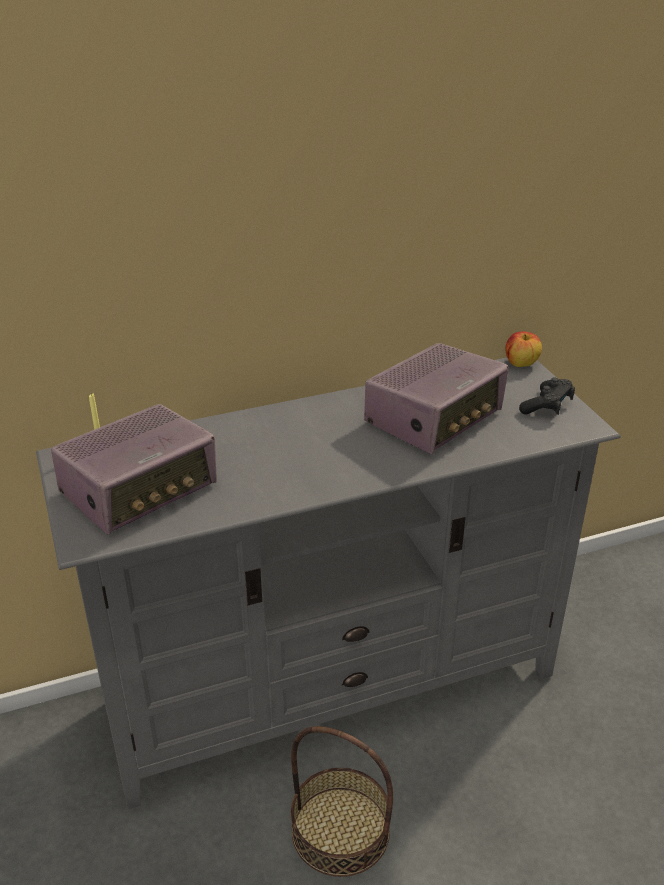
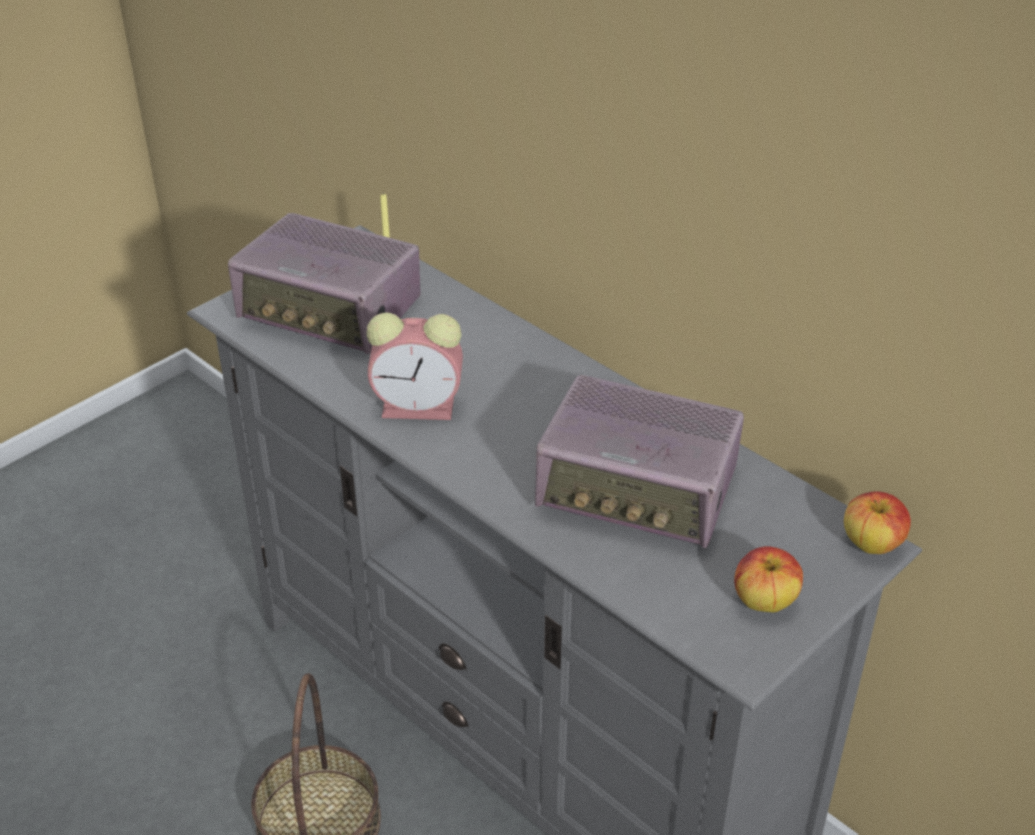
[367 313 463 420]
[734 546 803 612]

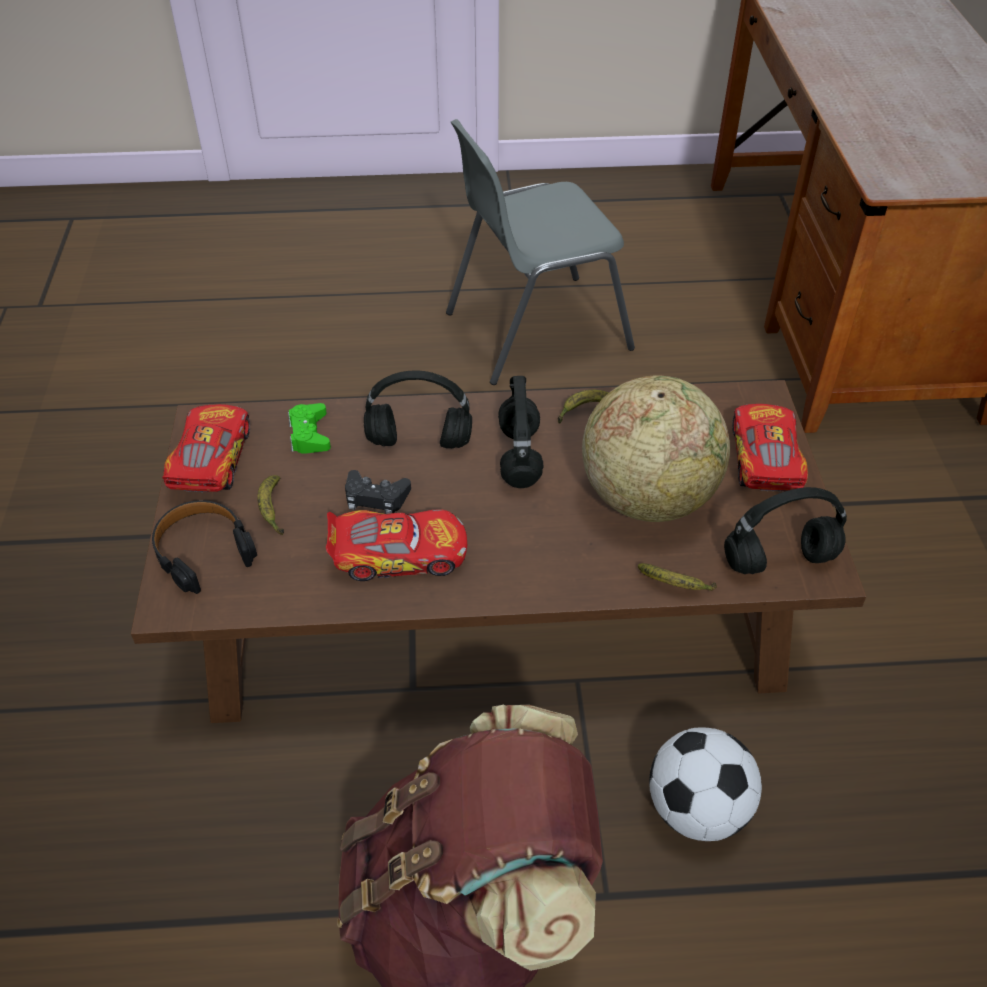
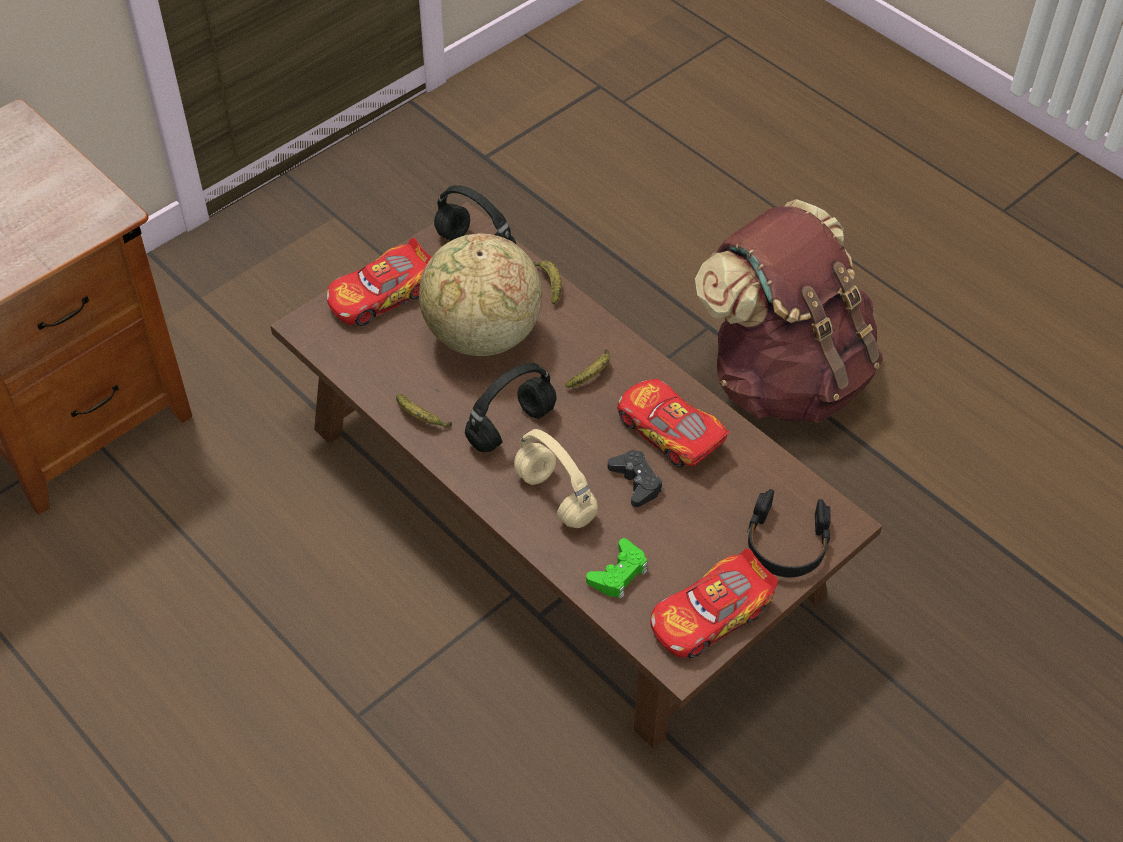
[446 119 635 385] (first image)
[649 727 762 841] (first image)
[565 349 610 388]
[514 429 598 528]

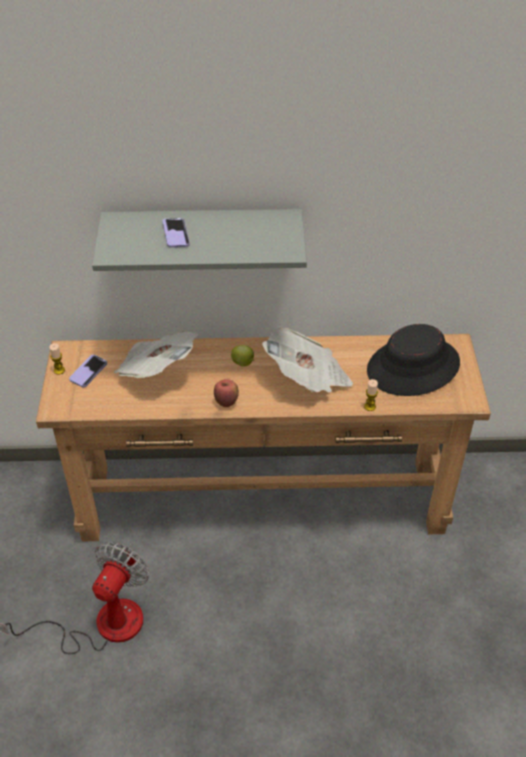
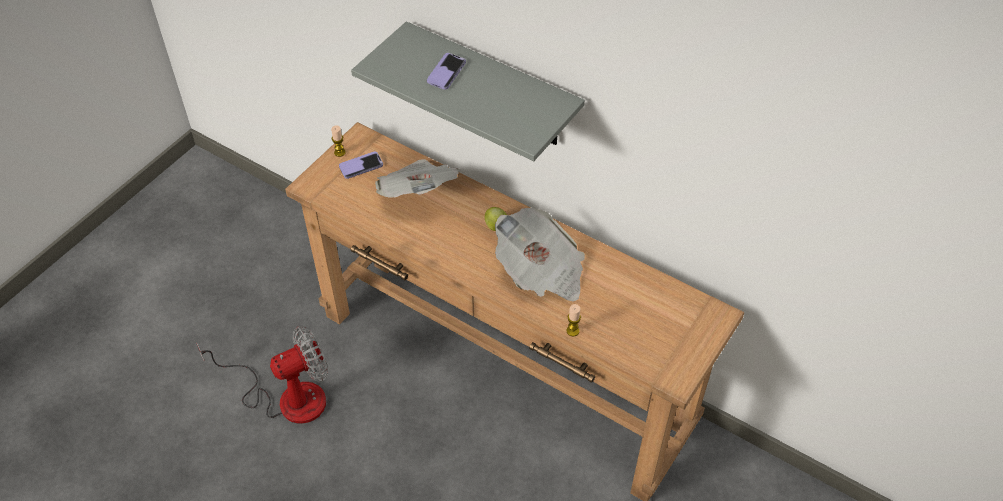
[214 379 239 407] (first image)
[367 324 460 396] (first image)

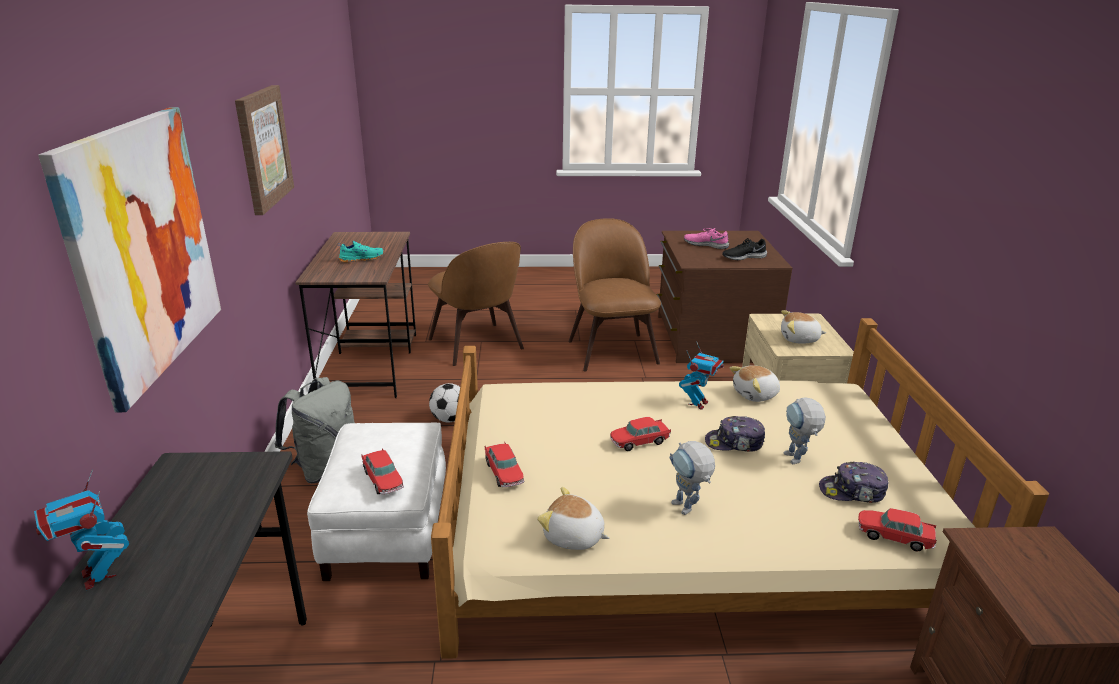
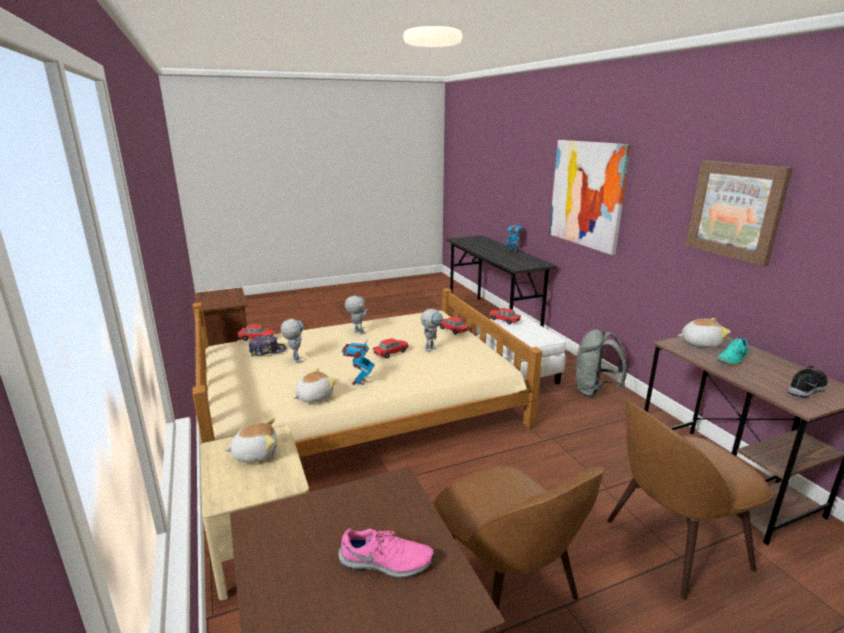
[429 383 460 422] (first image)
[705 416 765 452] (first image)
[421 309 444 352]
[678 318 731 348]
[787 366 828 398]
[607 401 772 600]

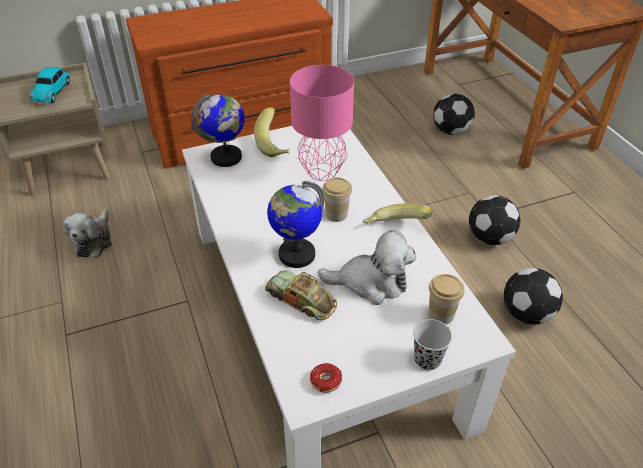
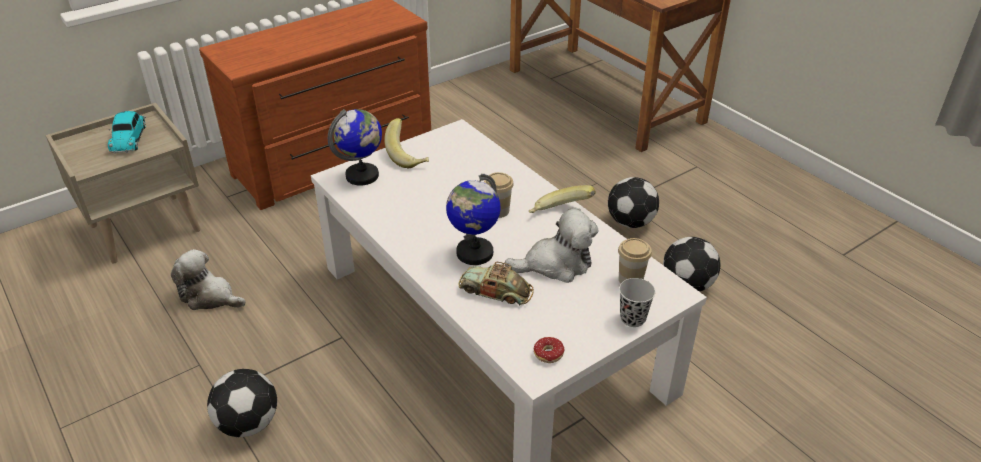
[290 65 354 181] (first image)
[207 369 277 437]
[171 249 246 310]

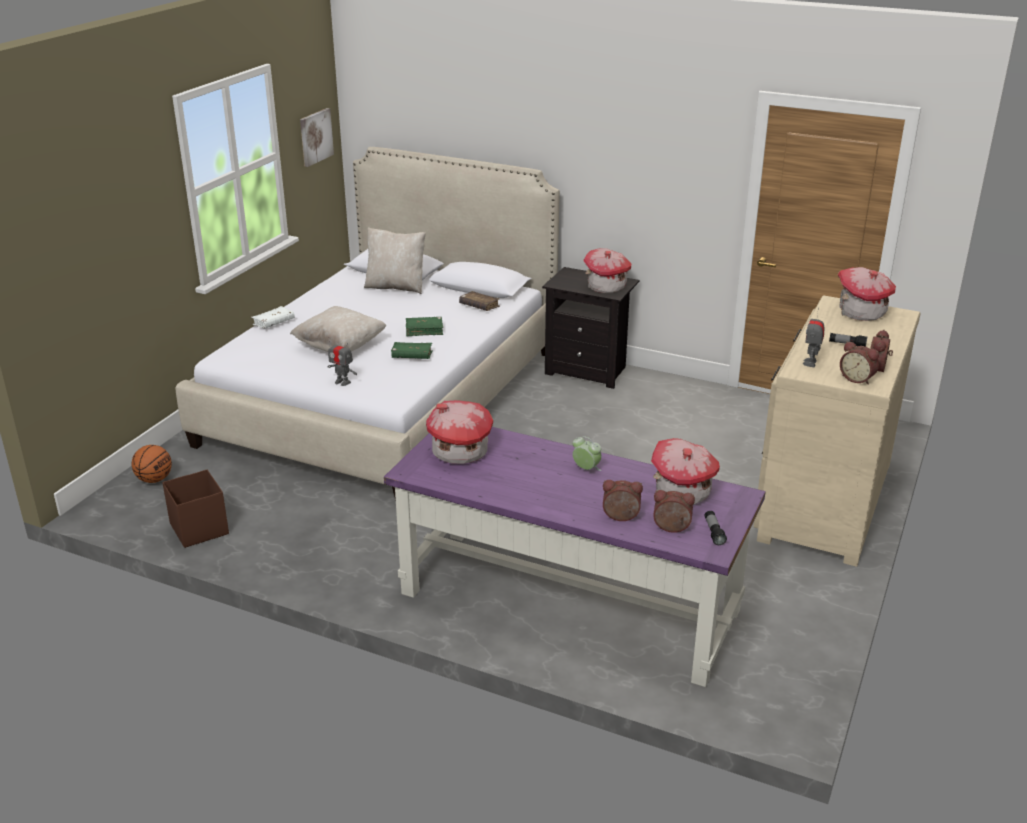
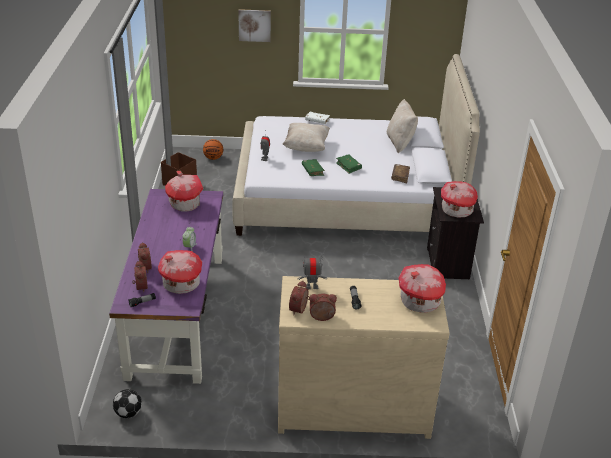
[113 389 142 418]
[238 9 271 42]

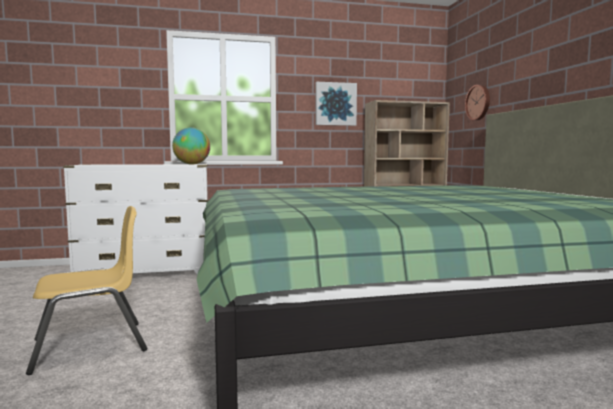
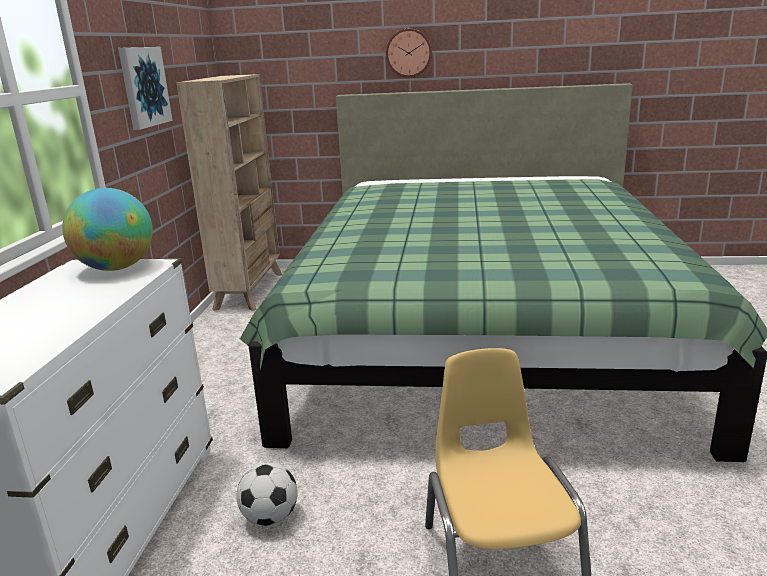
[236 463 298 526]
[386 28 432 77]

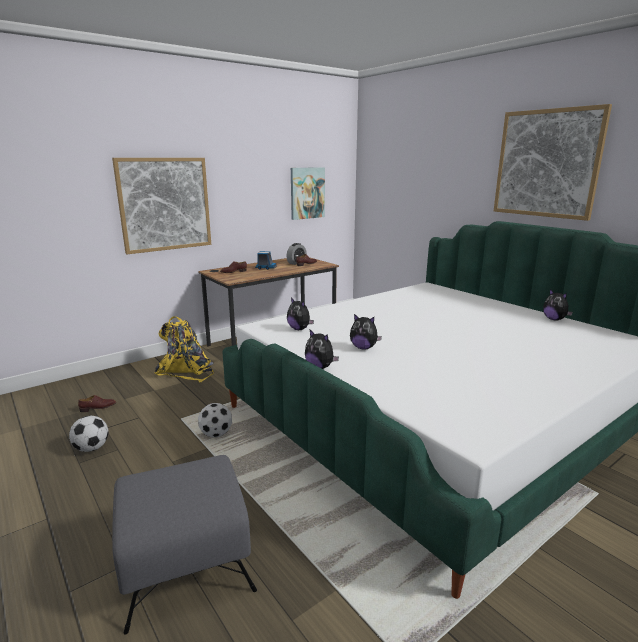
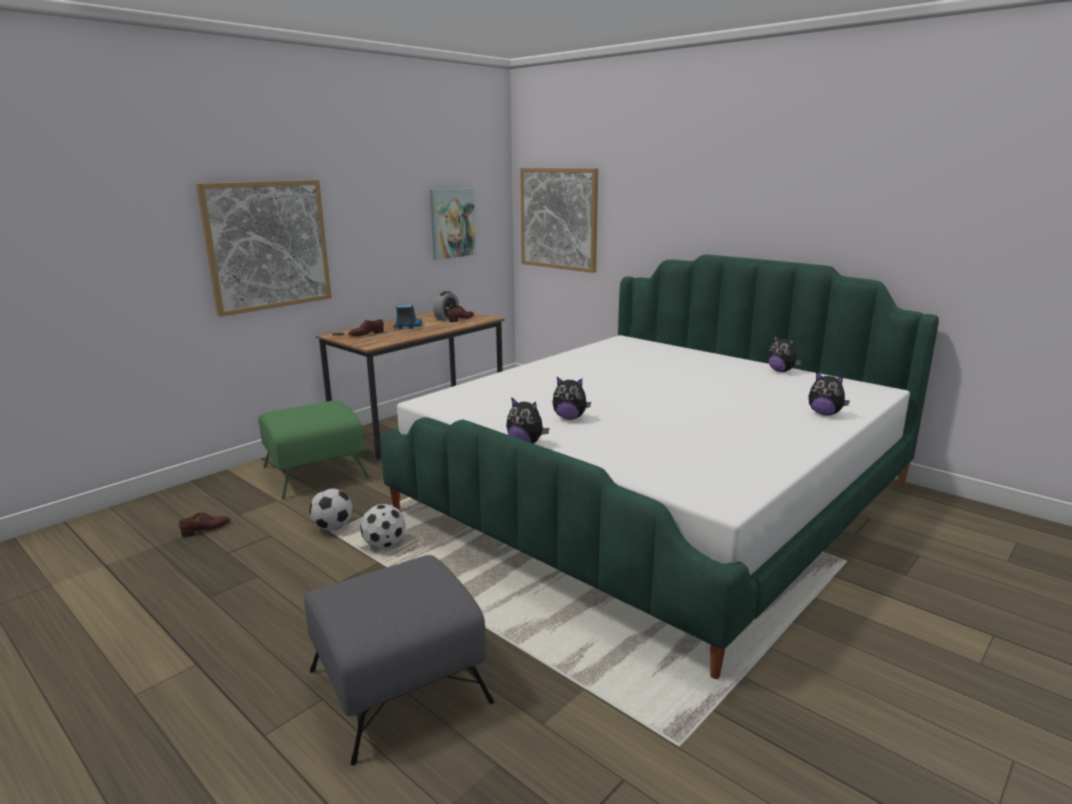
[309 488 353 530]
[809 371 850 416]
[520 168 598 273]
[258 400 370 499]

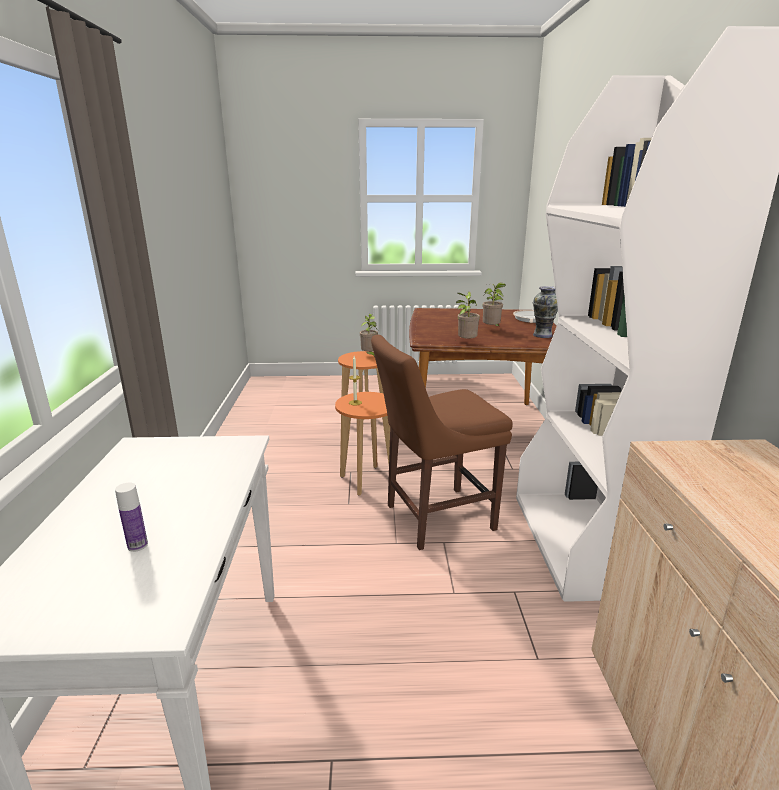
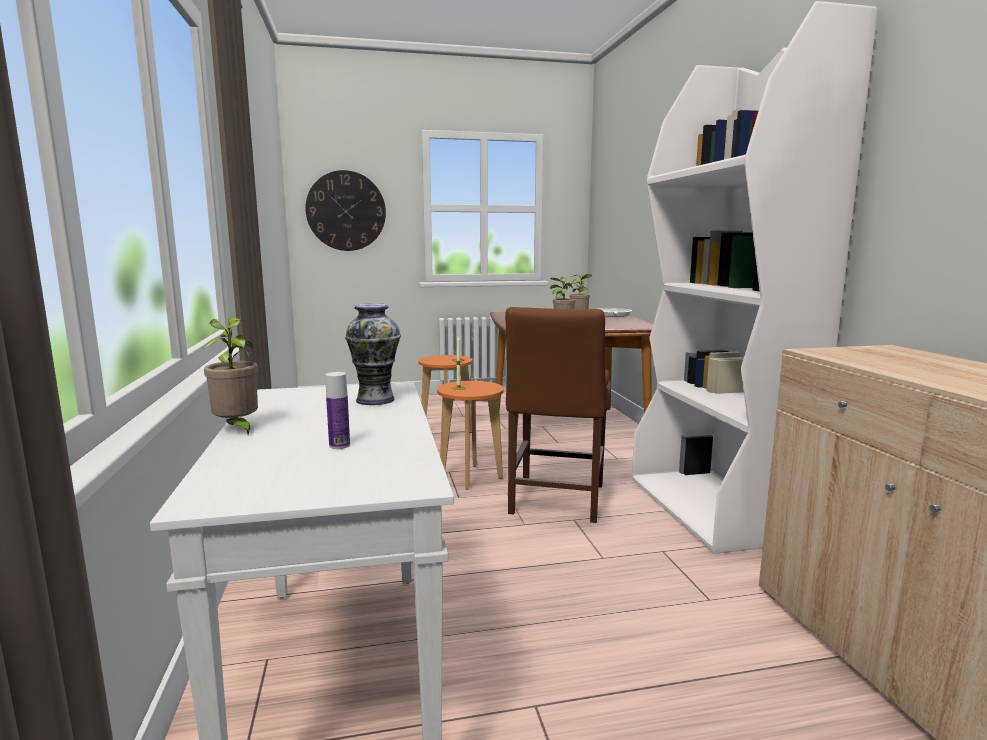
[305 170 386 251]
[202 317 258 435]
[345 303 401 405]
[505 307 611 523]

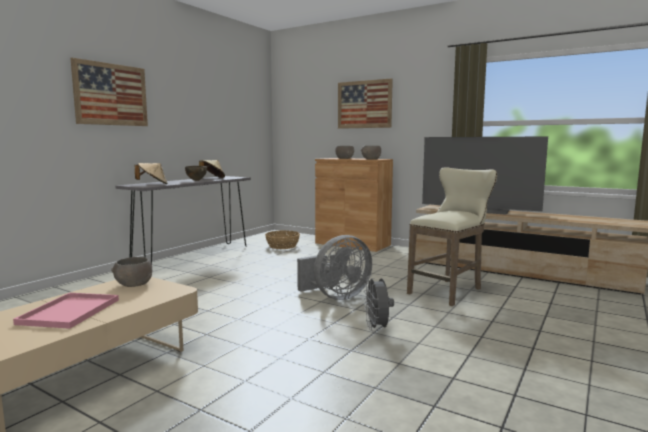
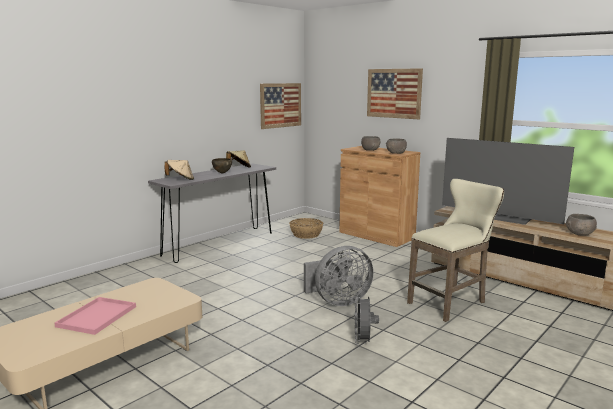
[260 83 301 129]
[565 214 597 236]

